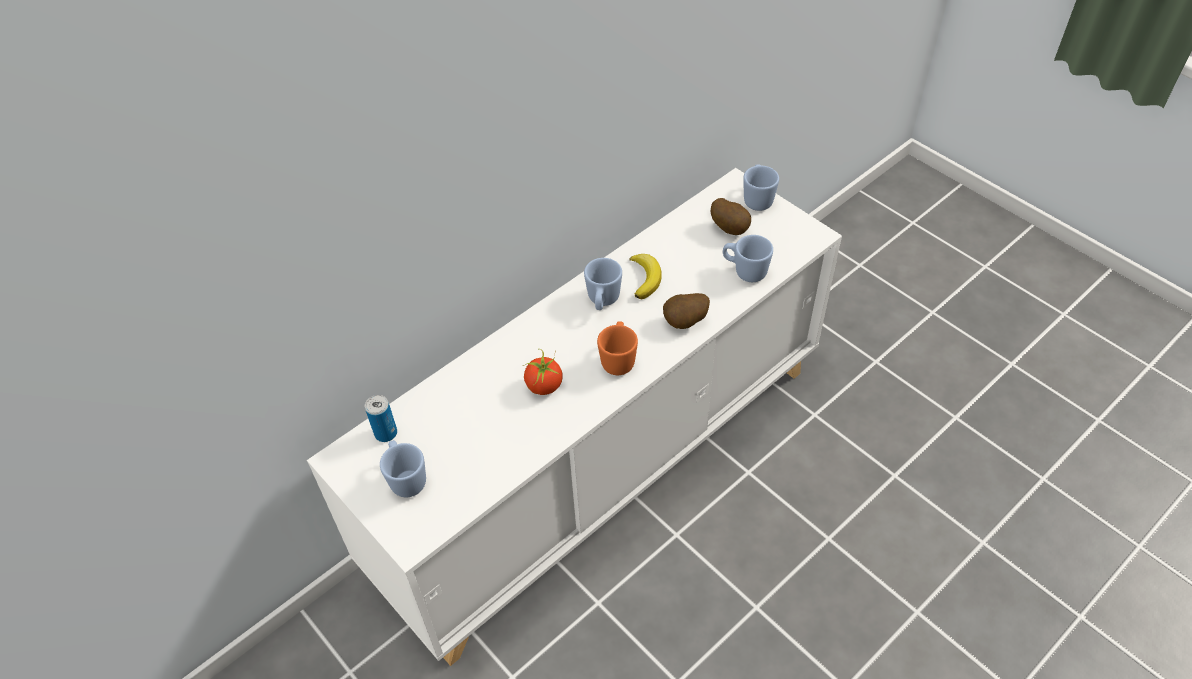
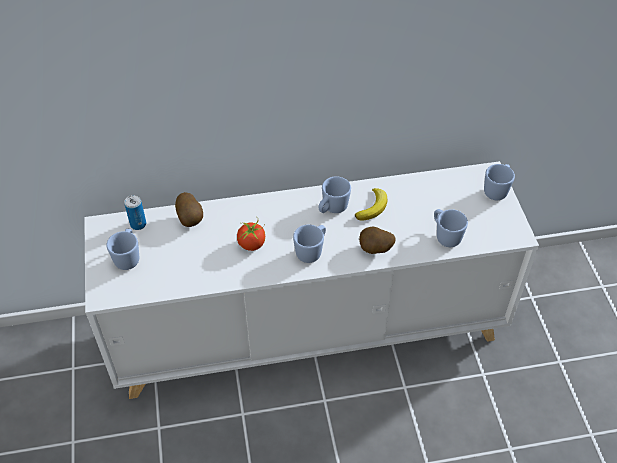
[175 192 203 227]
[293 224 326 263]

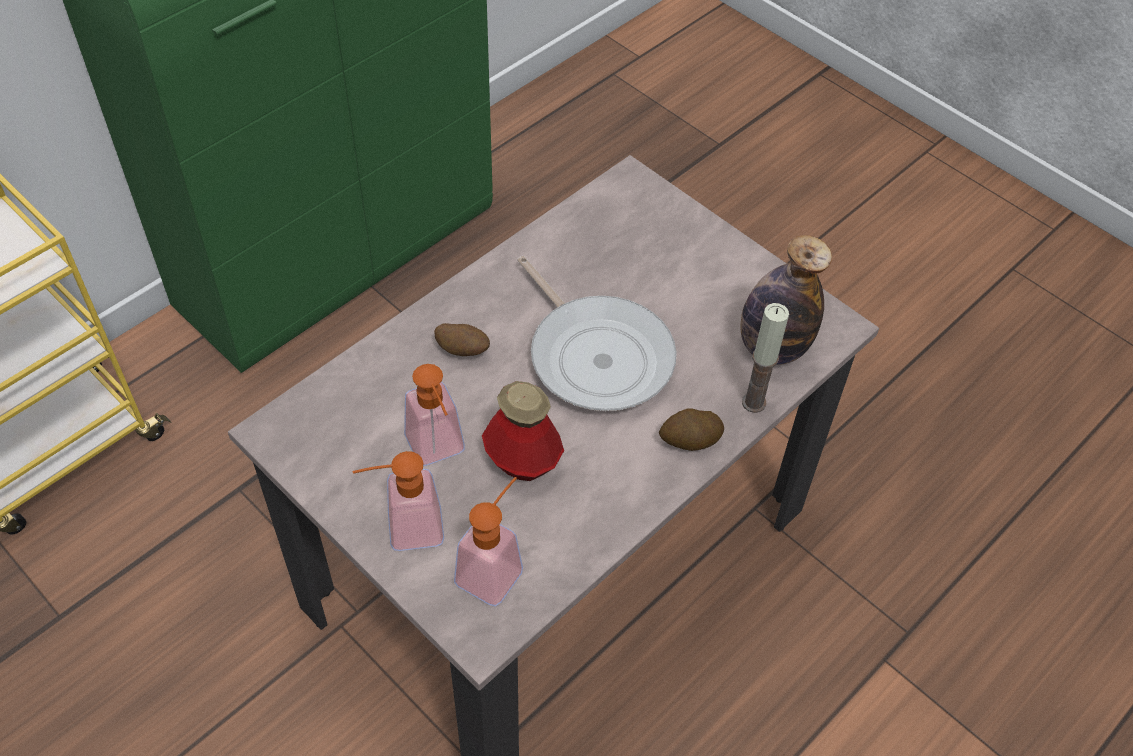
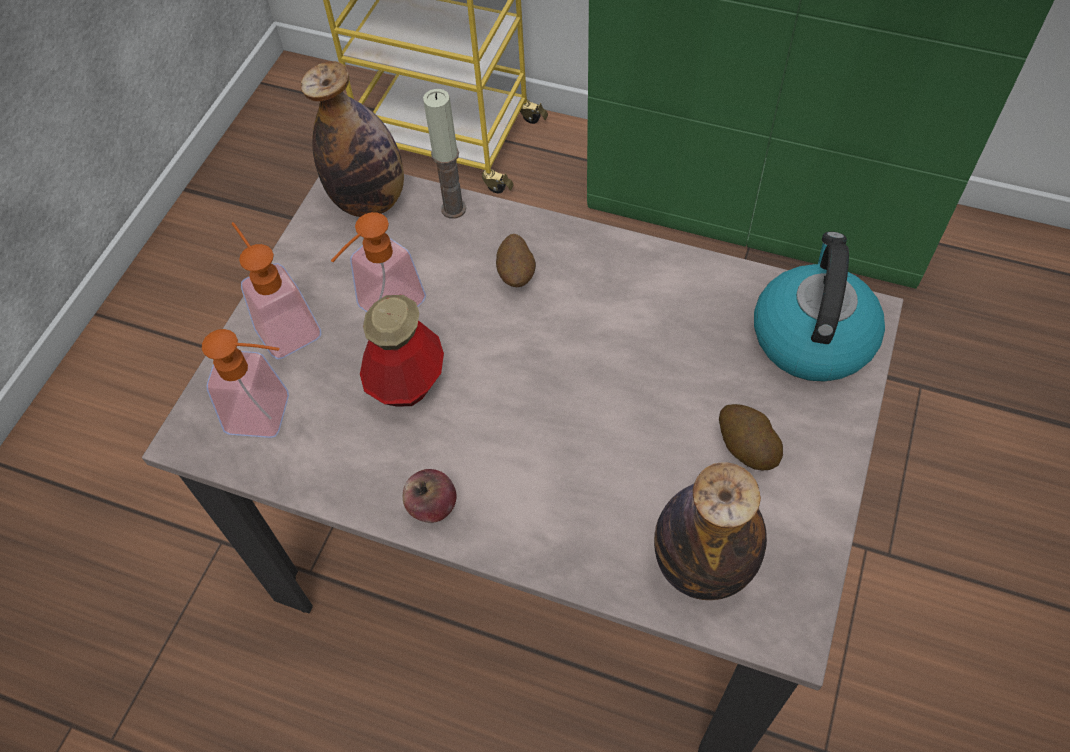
[517 256 677 411] (first image)
[301 61 404 217]
[403 469 456 523]
[754 231 885 382]
[719 404 783 470]
[423 89 466 219]

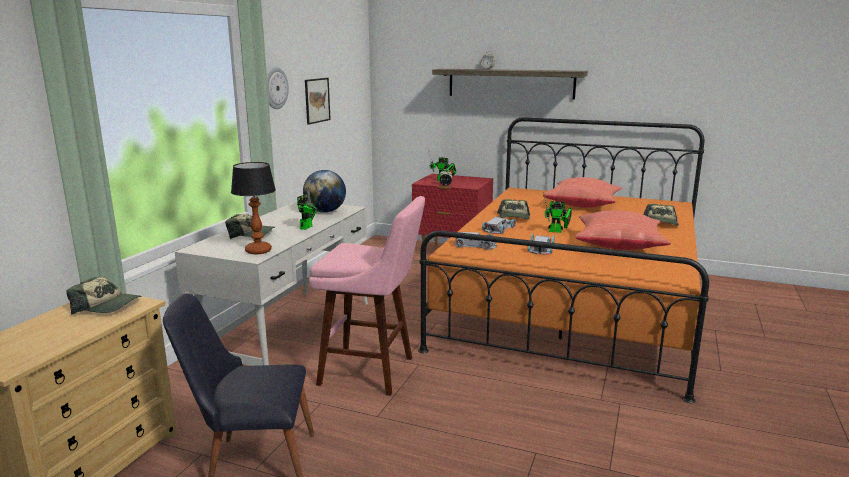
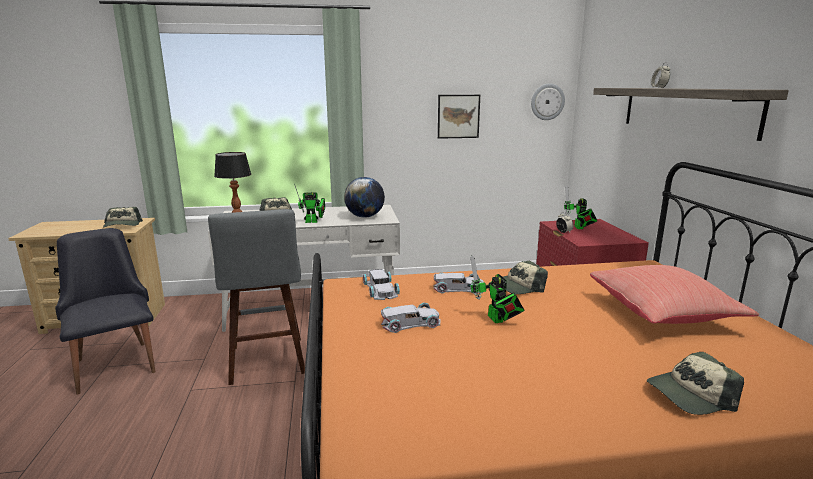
[575 211 671 250] (first image)
[531 83 565 120]
[208 209 305 385]

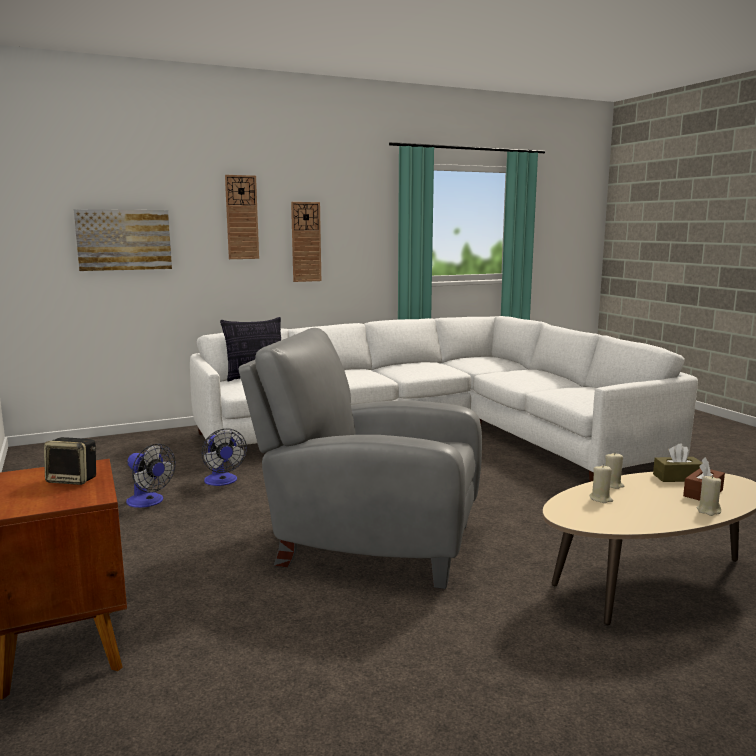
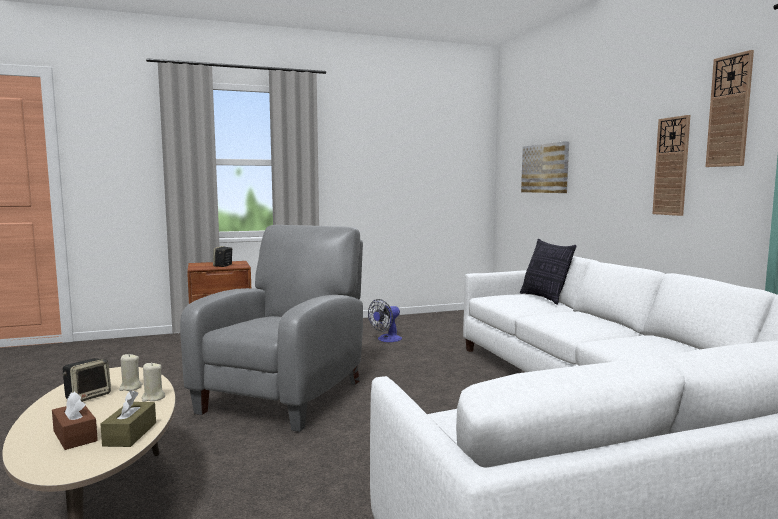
[201 428 247 486] (first image)
[697 475 721 516] (first image)
[63 358 111 402]
[705 50 754 167]

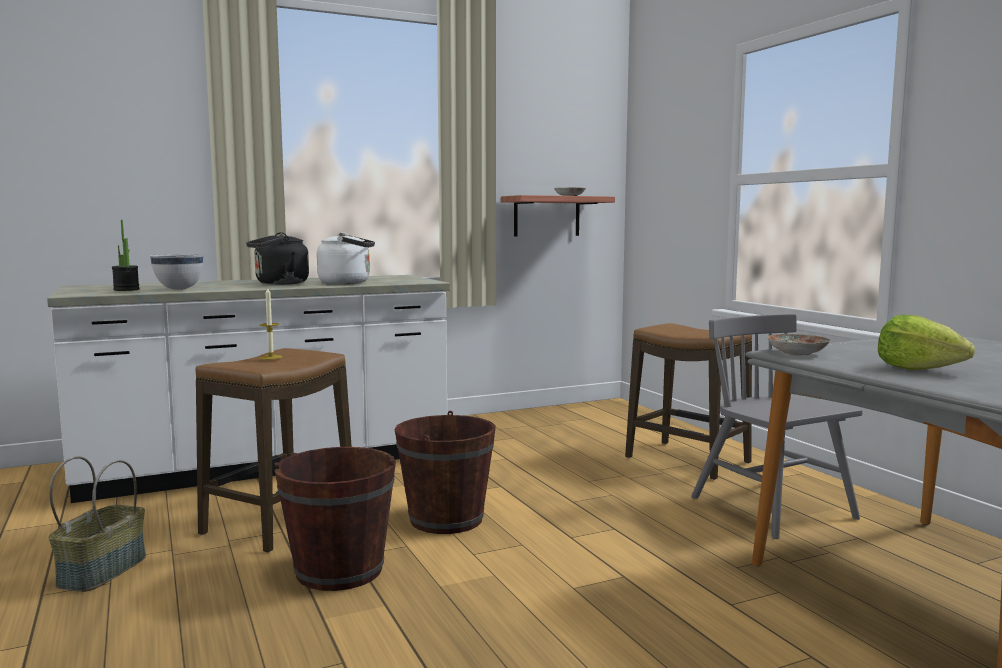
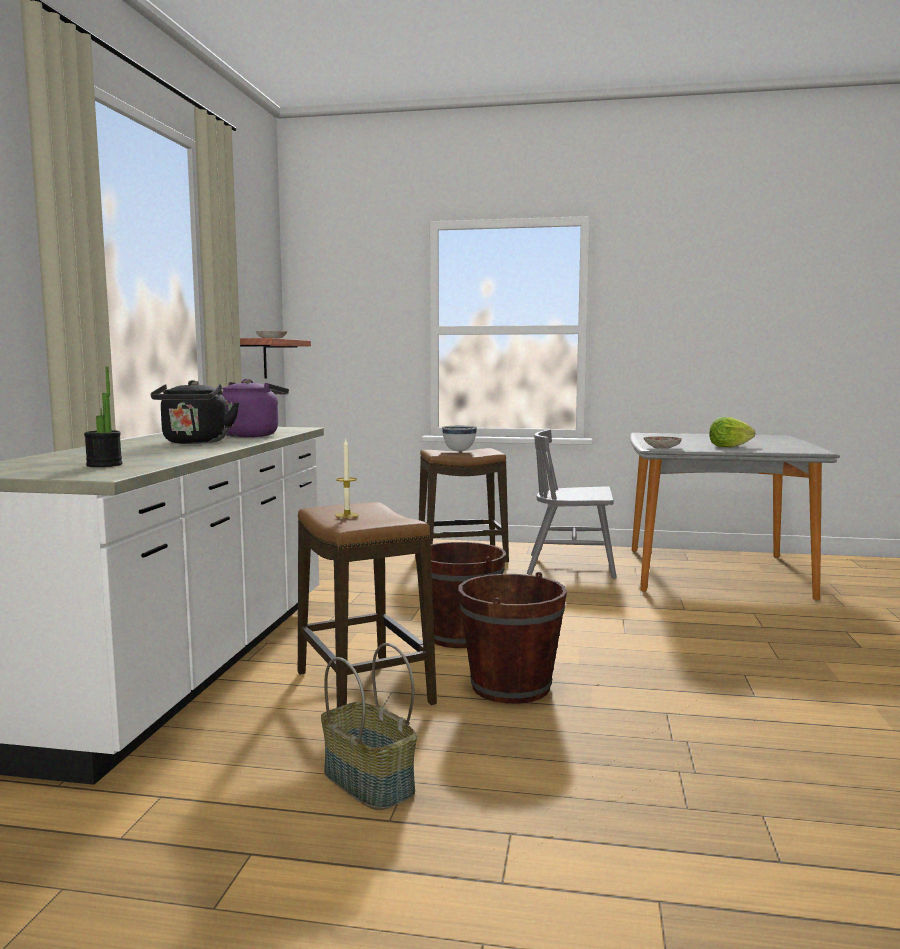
[442 426 477 452]
[221 379 289 437]

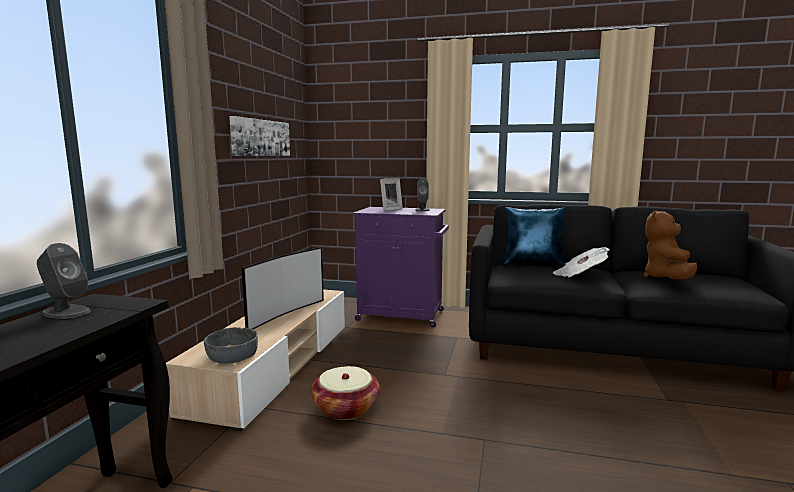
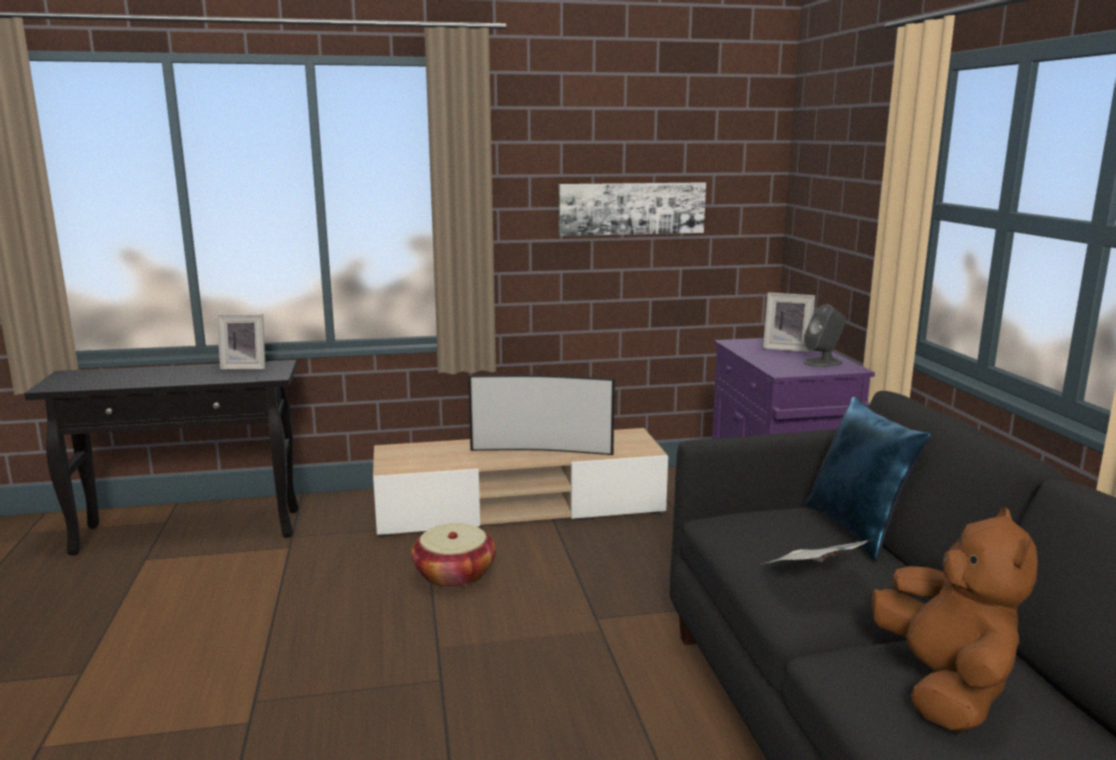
[204 327 258 364] (first image)
[217 314 266 370]
[871 507 1038 733]

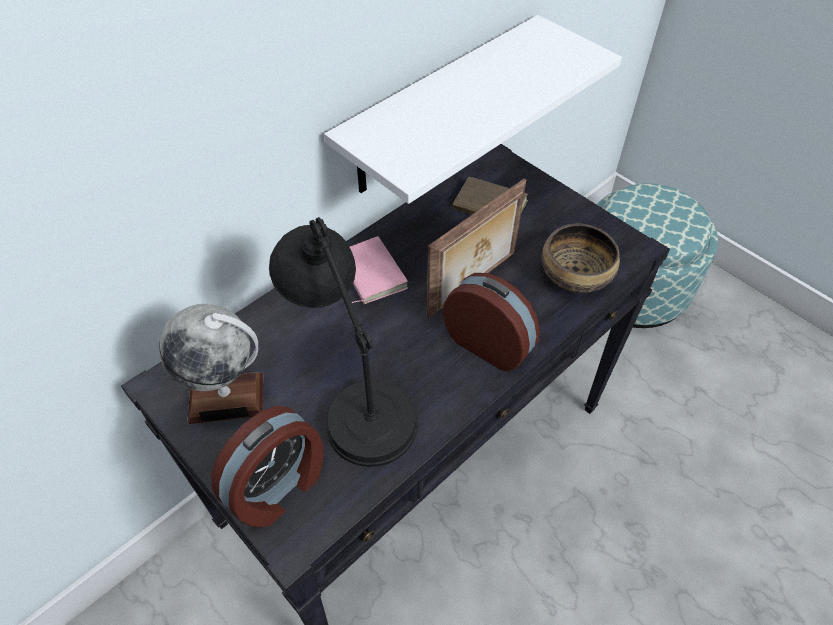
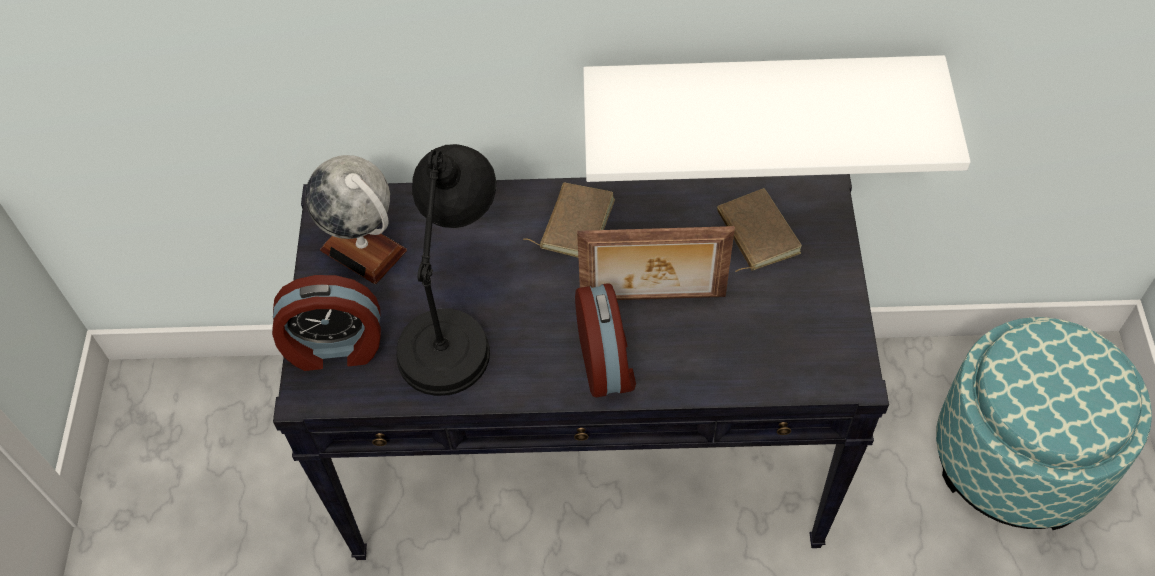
[541 224 620 293] (first image)
[523 183 615 258]

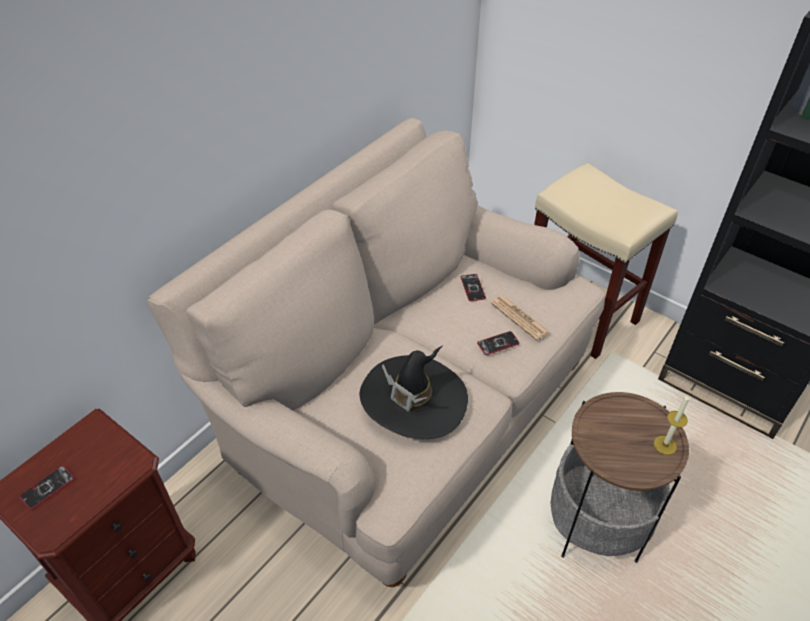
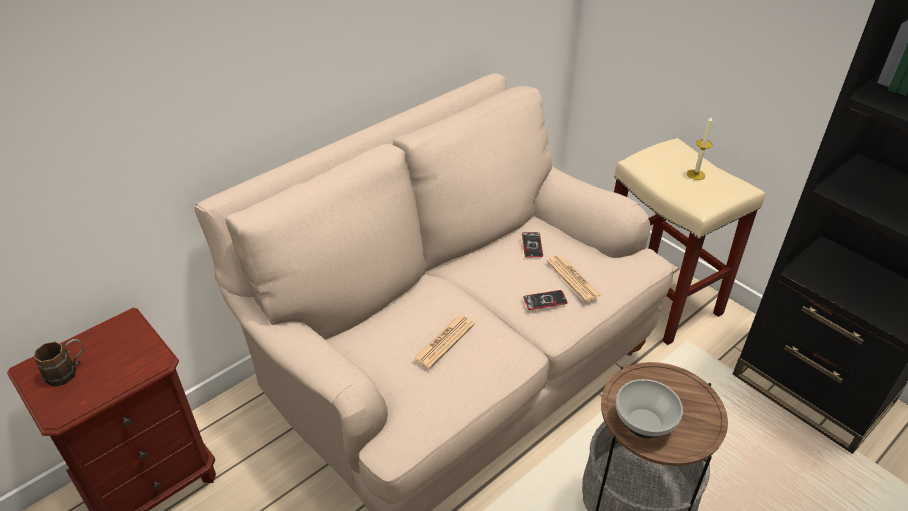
[616 379 683 438]
[687 117 712 180]
[34 339 84 387]
[413 316 475 369]

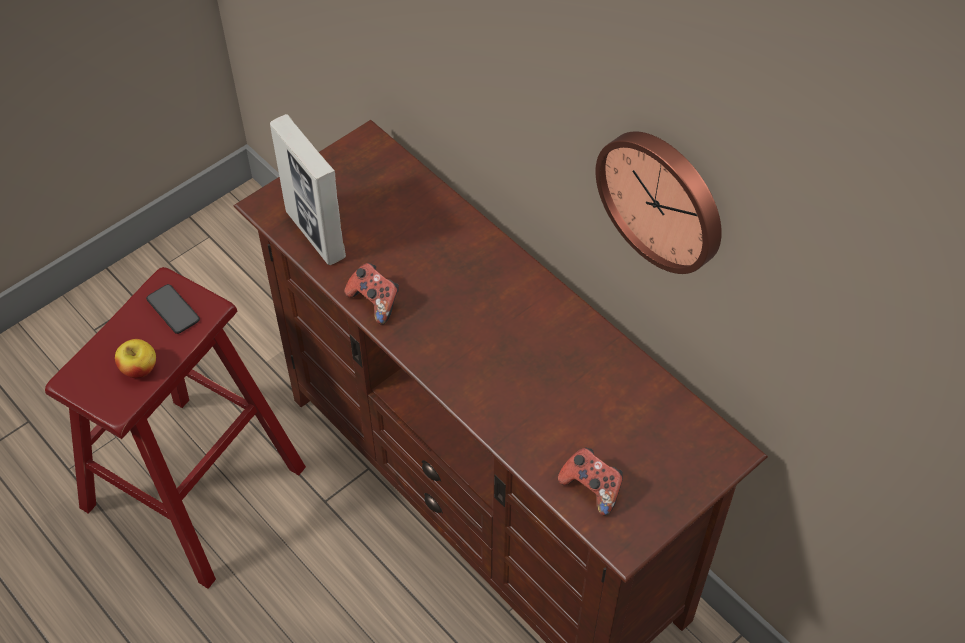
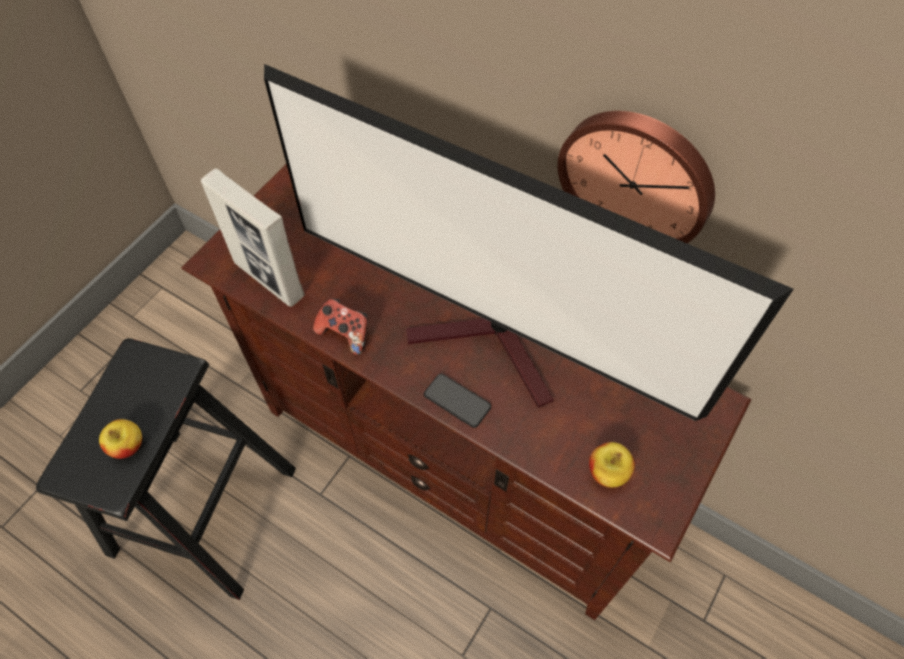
[264 64 794 421]
[424 374 491 428]
[589 442 635 488]
[36 338 296 600]

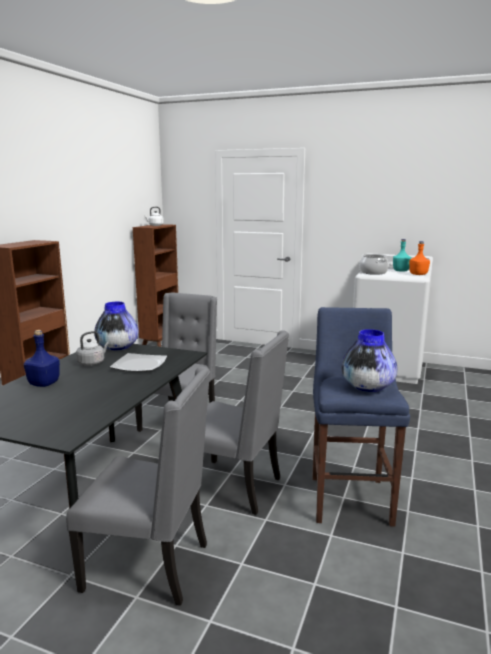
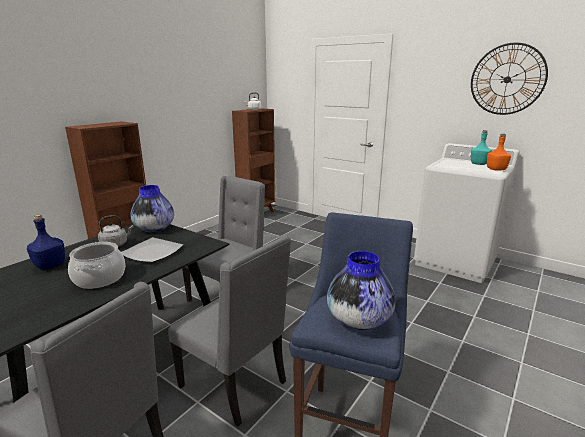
[471 43 548 115]
[68 242 125 289]

